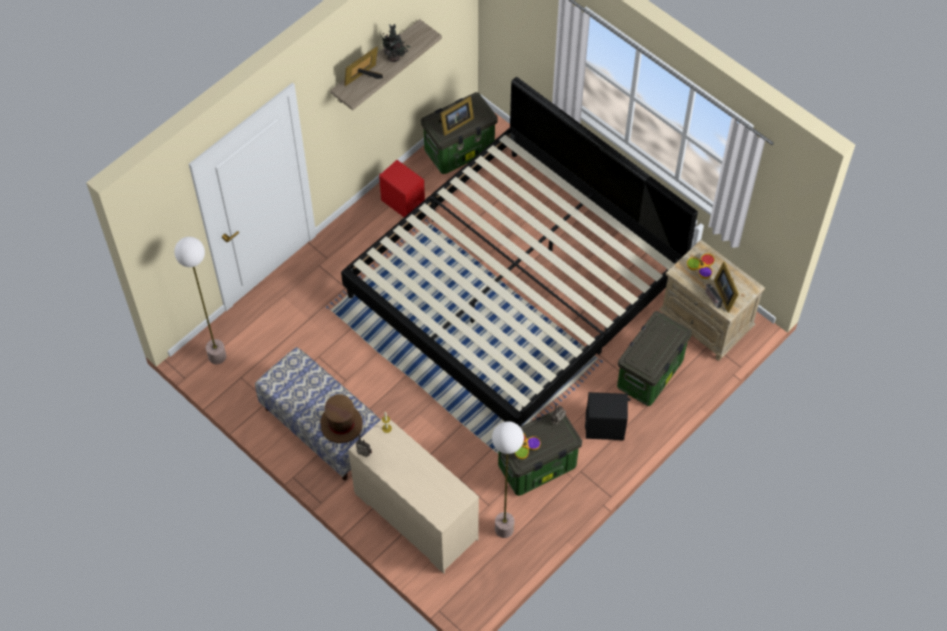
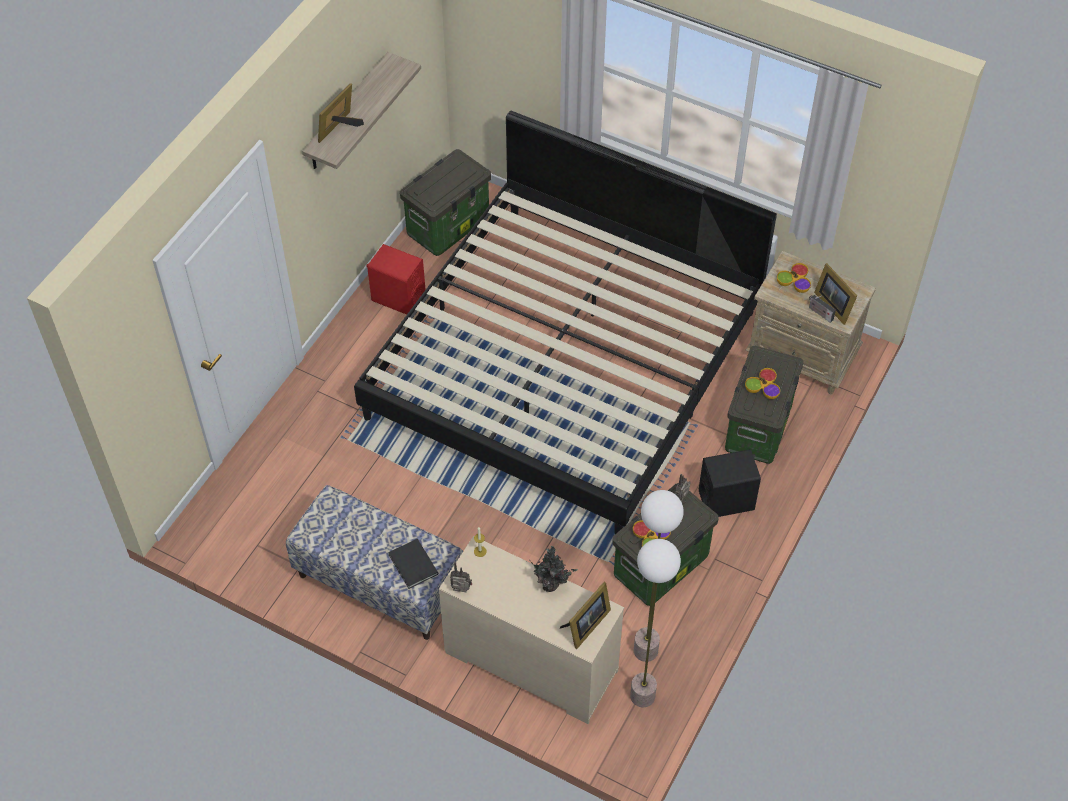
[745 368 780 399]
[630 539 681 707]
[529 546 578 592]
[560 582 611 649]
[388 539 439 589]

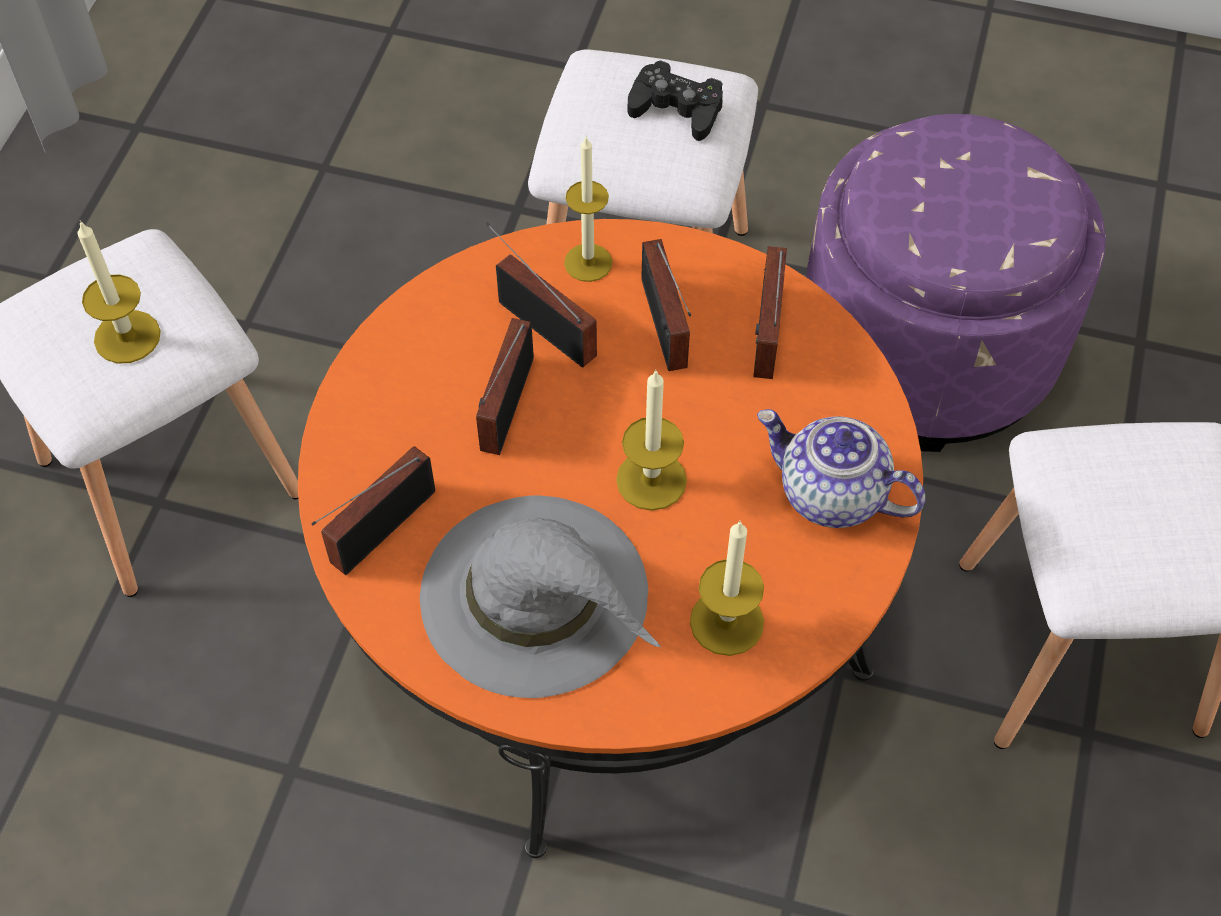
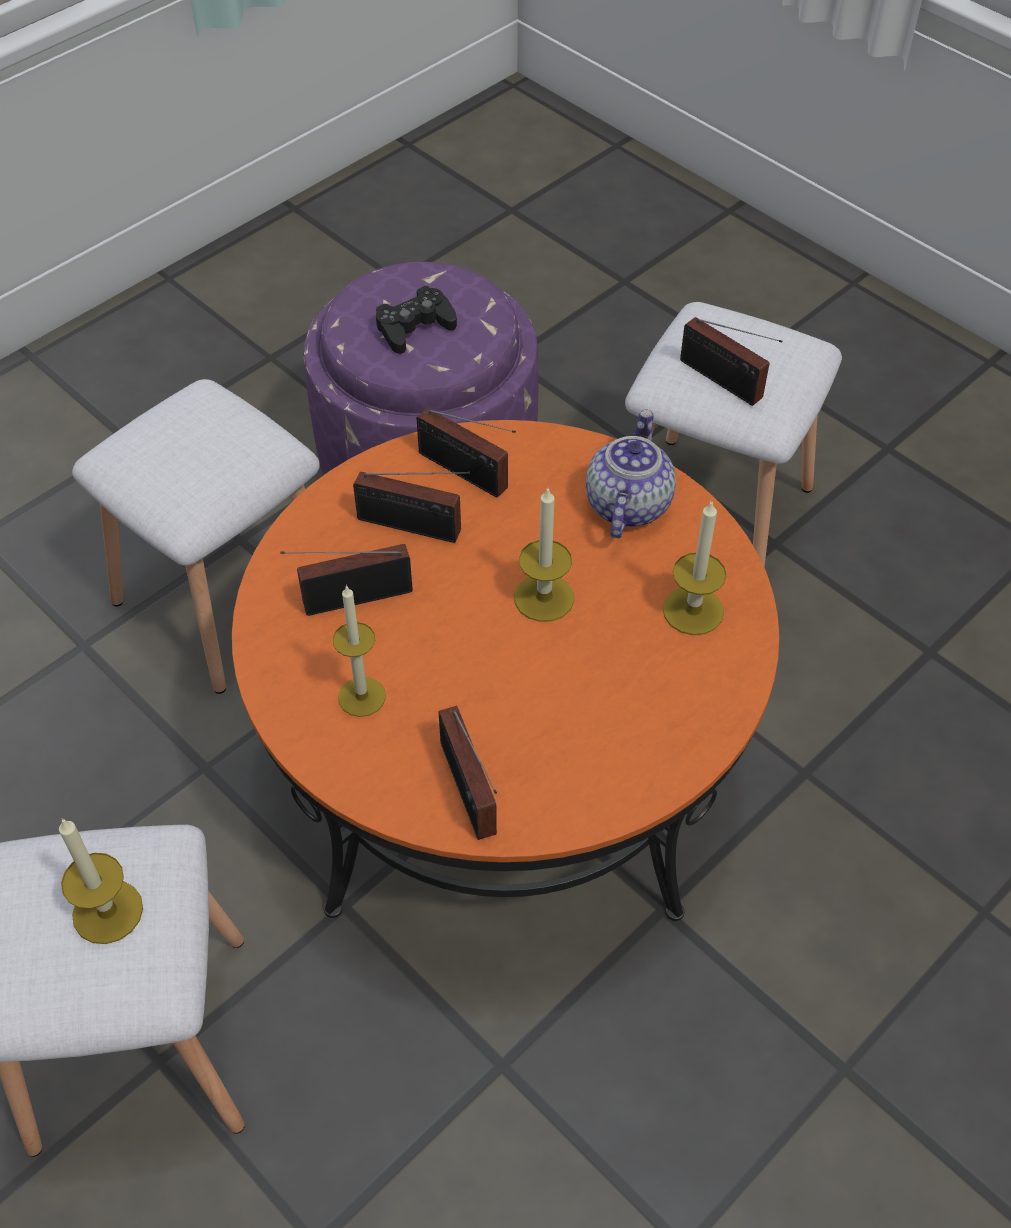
[420 495 661 698] (first image)
[680 317 783 406]
[333 585 386 717]
[376 286 457 354]
[586 409 676 538]

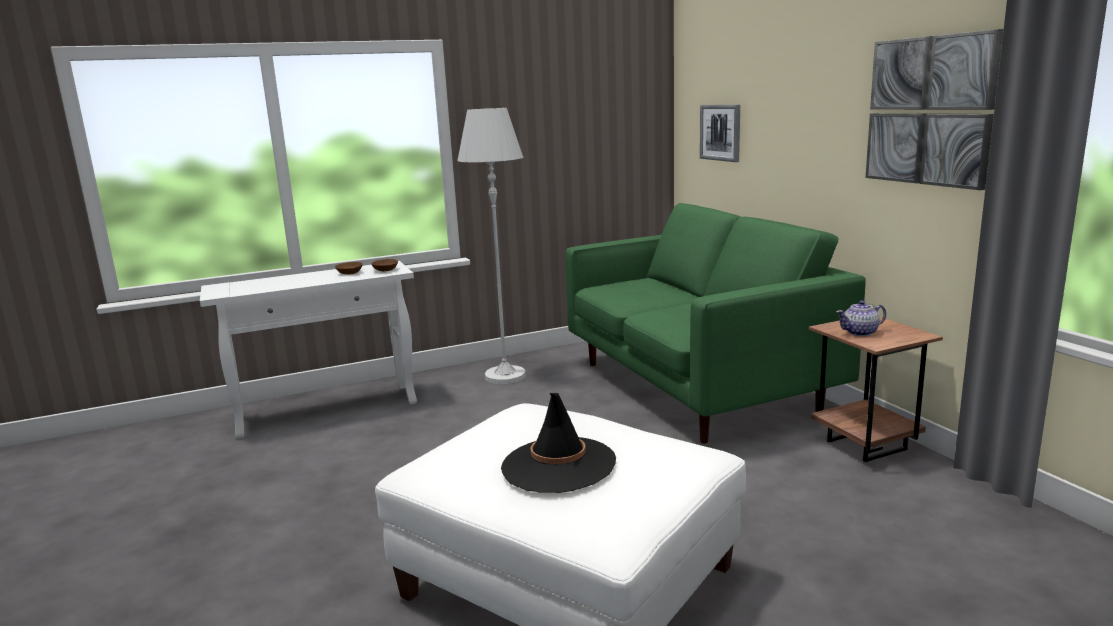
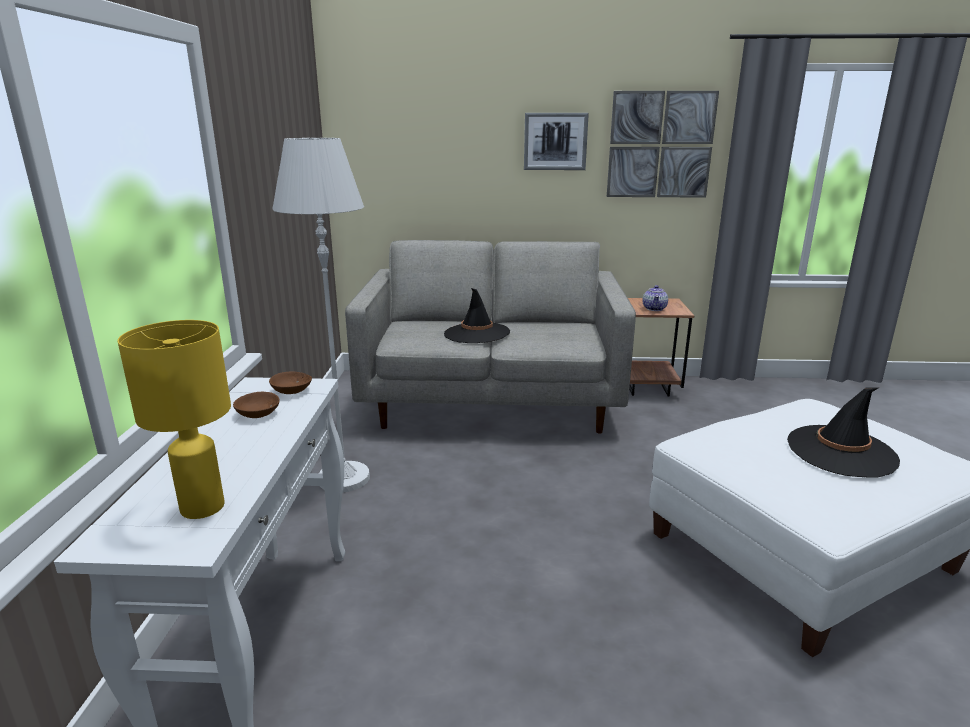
[117 320 231 519]
[444 288 510 343]
[524 113 589 170]
[345 240 636 433]

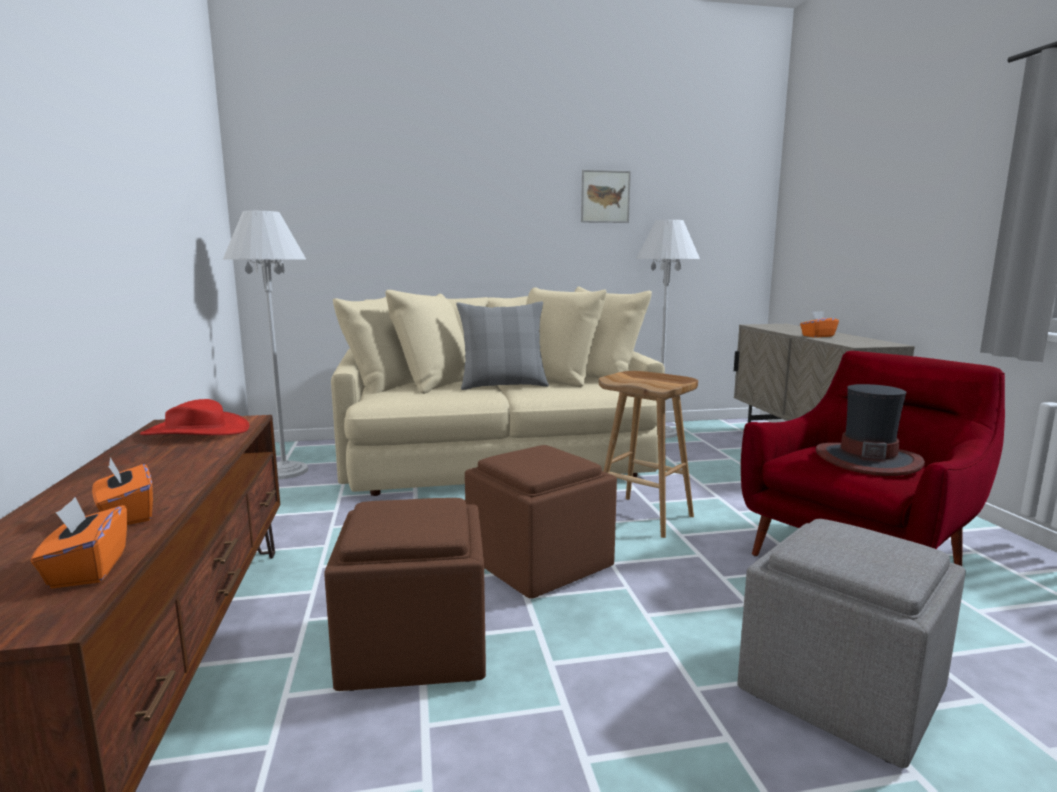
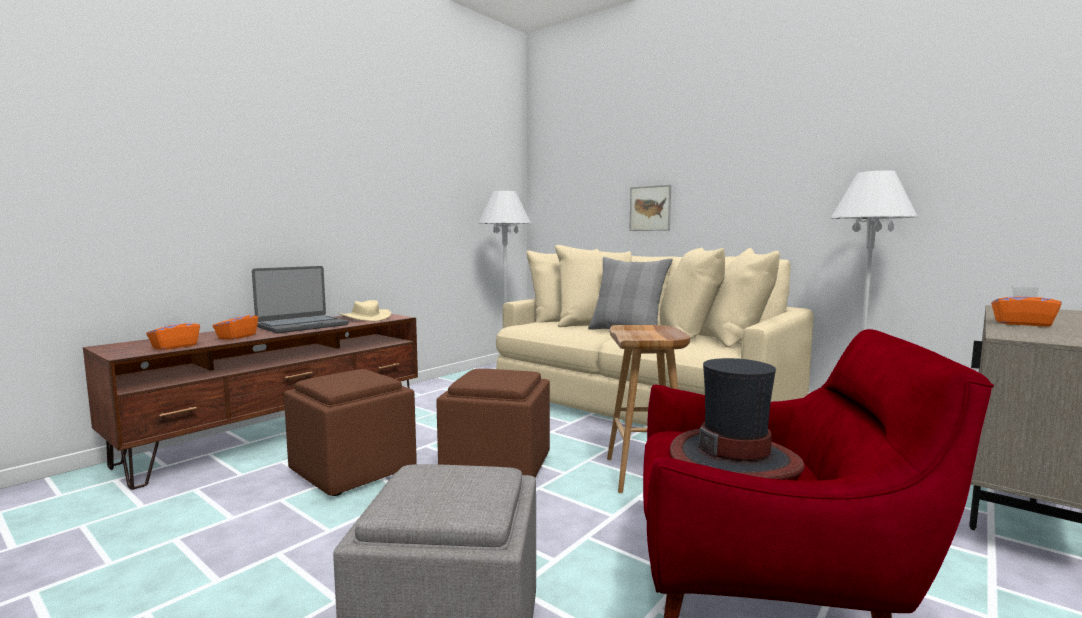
[252 266 348 333]
[629 185 671 231]
[339 300 391 321]

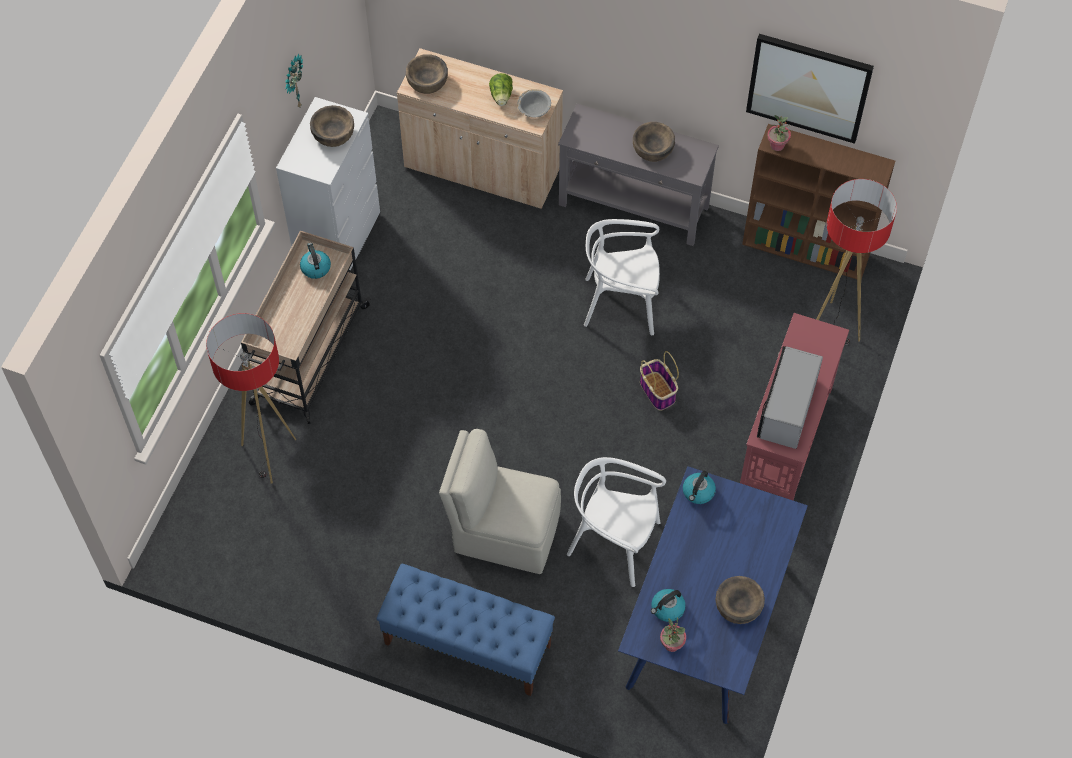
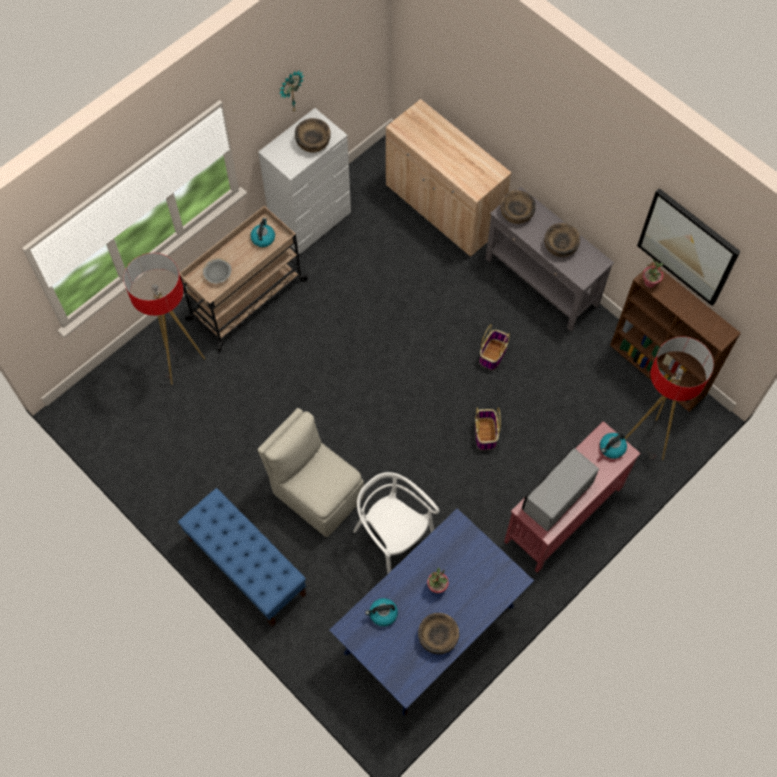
[489 73 513 106] (first image)
[500 190 536 224]
[203 258 231 284]
[427 567 449 593]
[600 433 627 459]
[479 324 510 370]

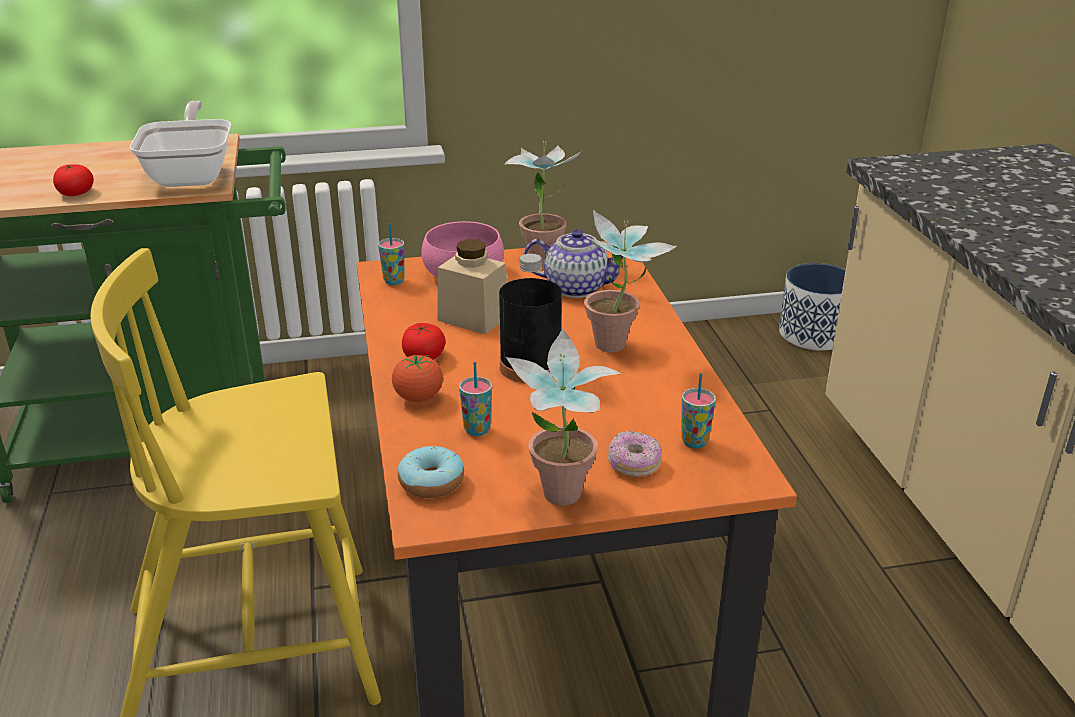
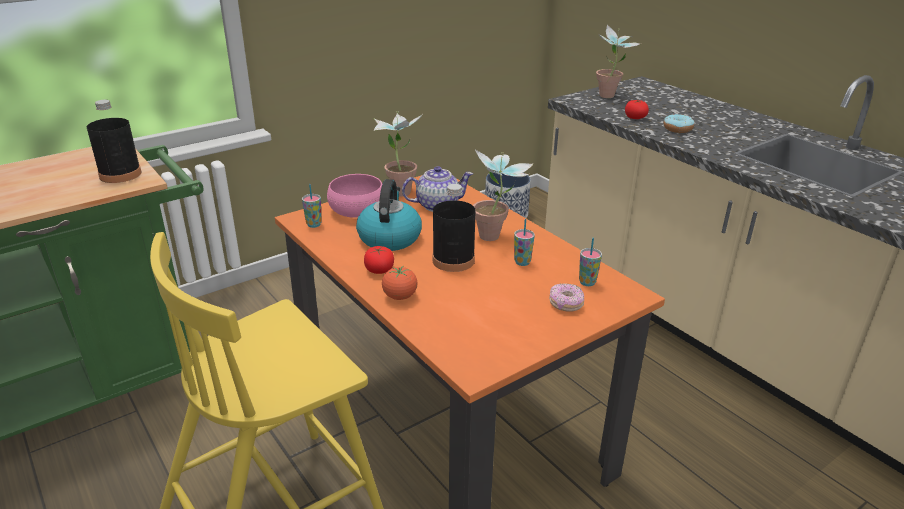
[625 100 649 119]
[663 114 694 133]
[514 219 535 266]
[596 25 642 98]
[87 100 141 183]
[356 179 422 251]

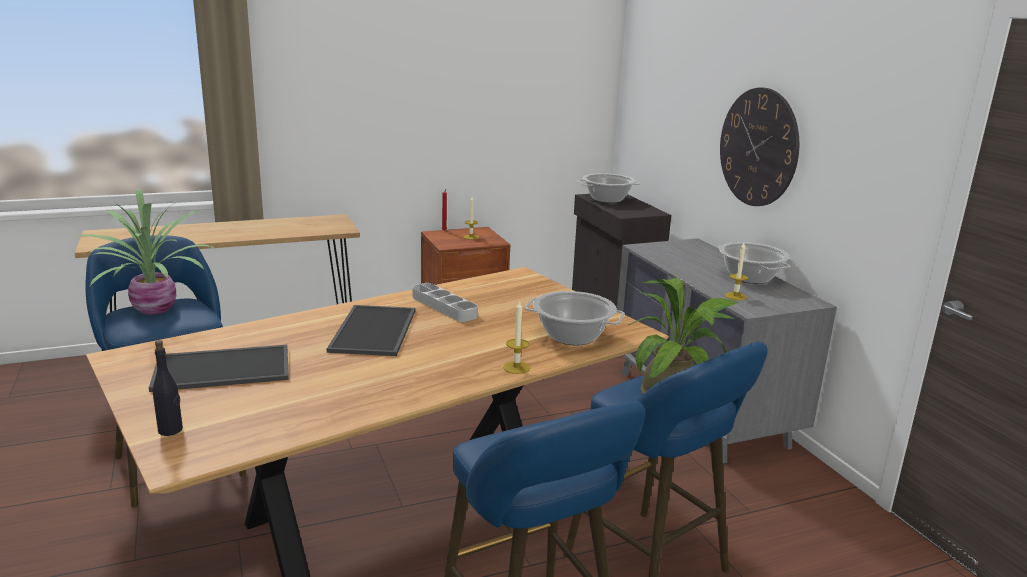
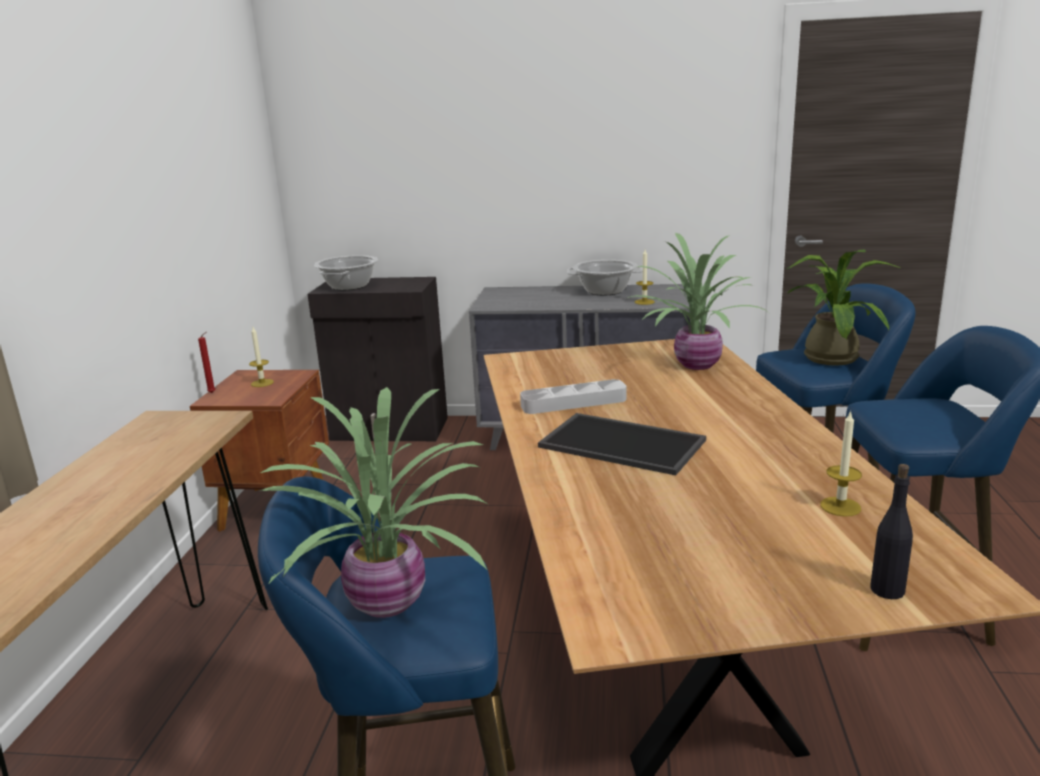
[149 345 289 392] (first image)
[720 88 799 206] (first image)
[820 410 862 517]
[627 233 769 370]

